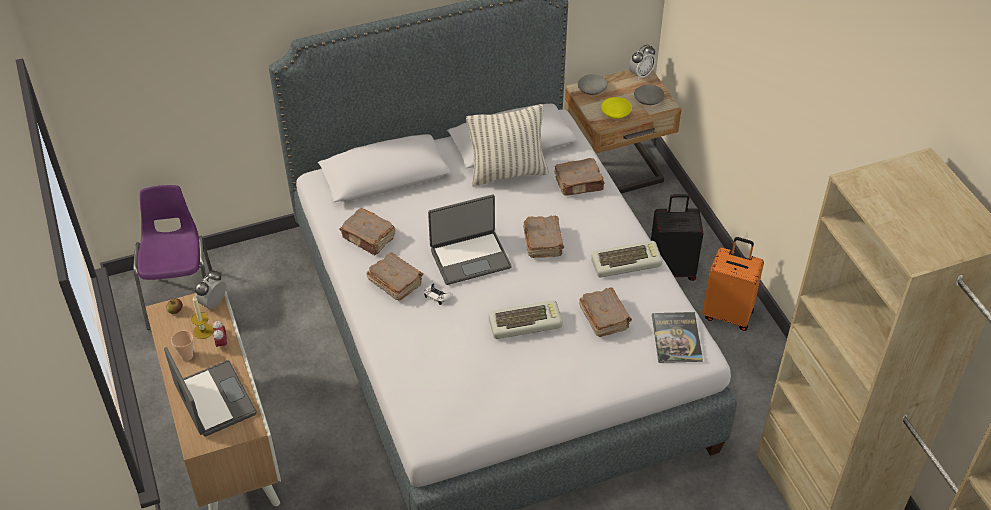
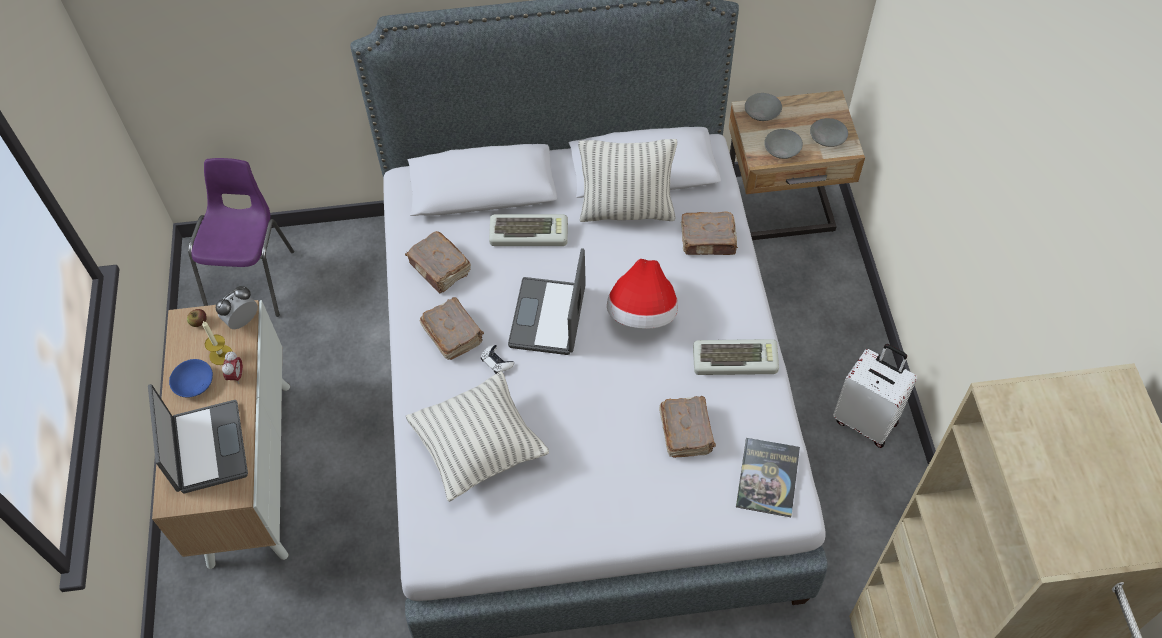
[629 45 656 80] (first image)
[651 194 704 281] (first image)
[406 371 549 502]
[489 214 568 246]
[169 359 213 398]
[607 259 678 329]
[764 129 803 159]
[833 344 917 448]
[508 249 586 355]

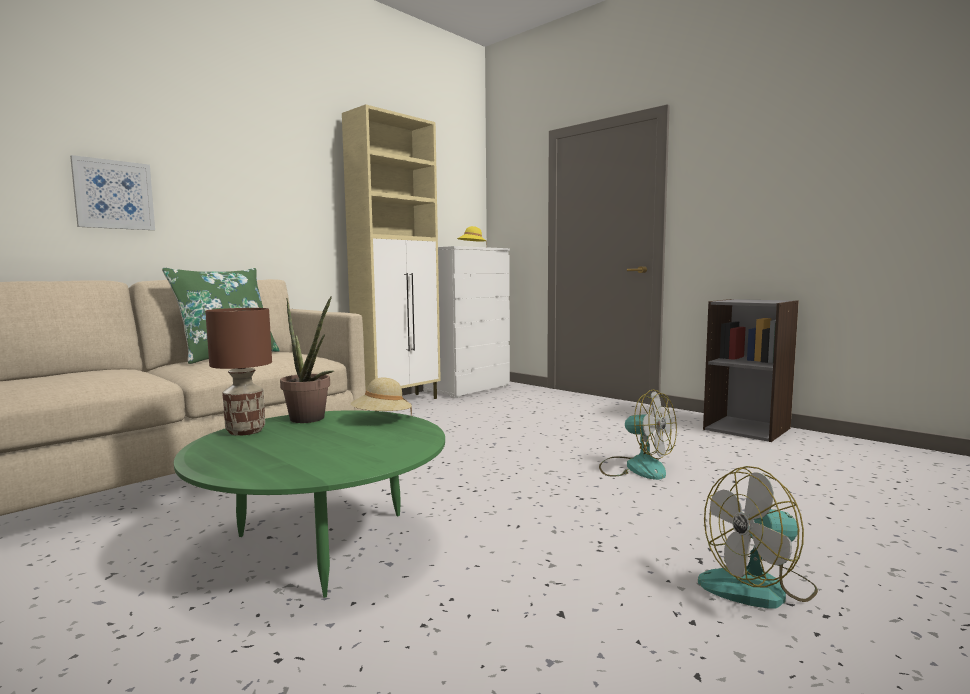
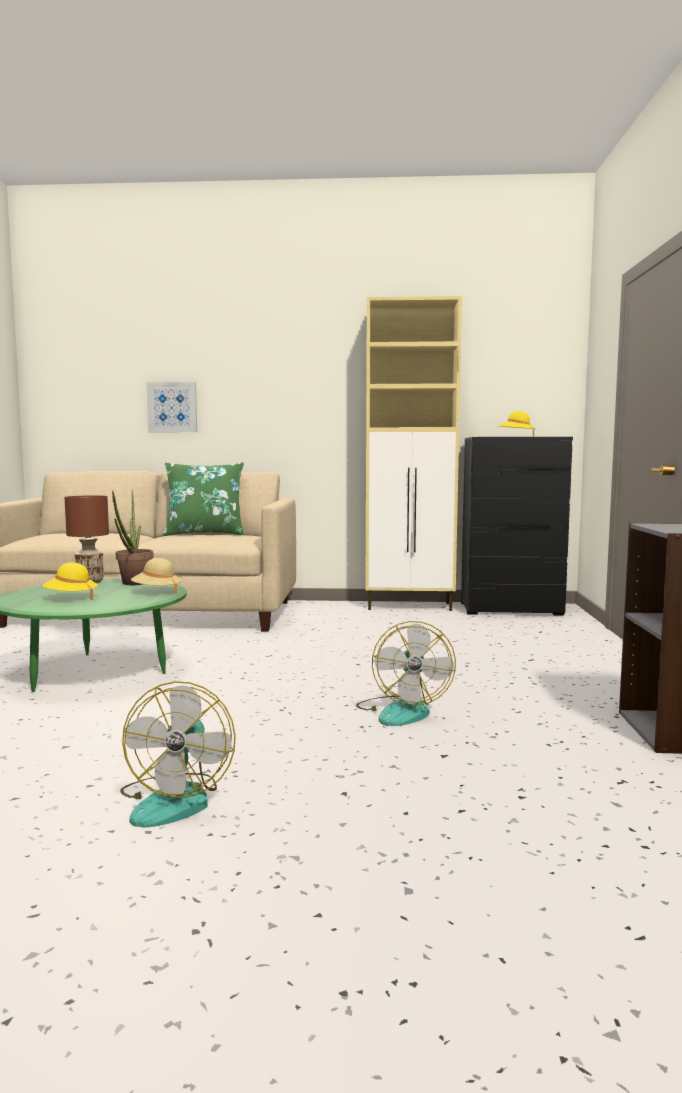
[43 563 98 600]
[461 437 573 616]
[120 681 236 827]

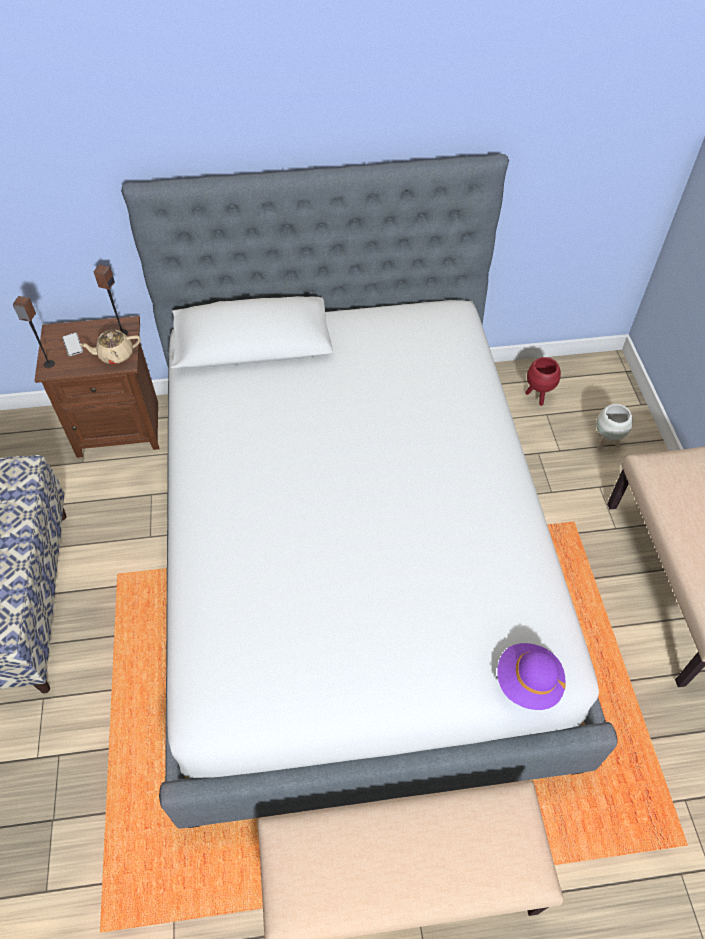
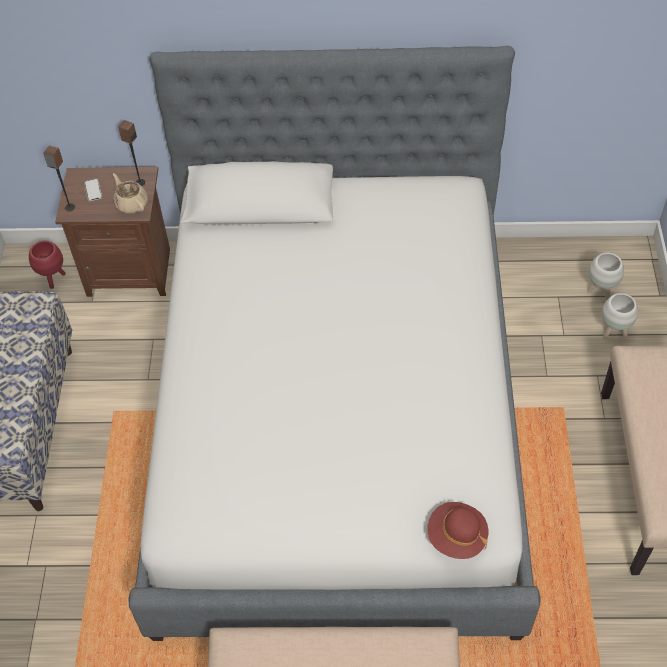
[587 253 624 300]
[29 241 66 289]
[427 502 488 559]
[113 173 148 213]

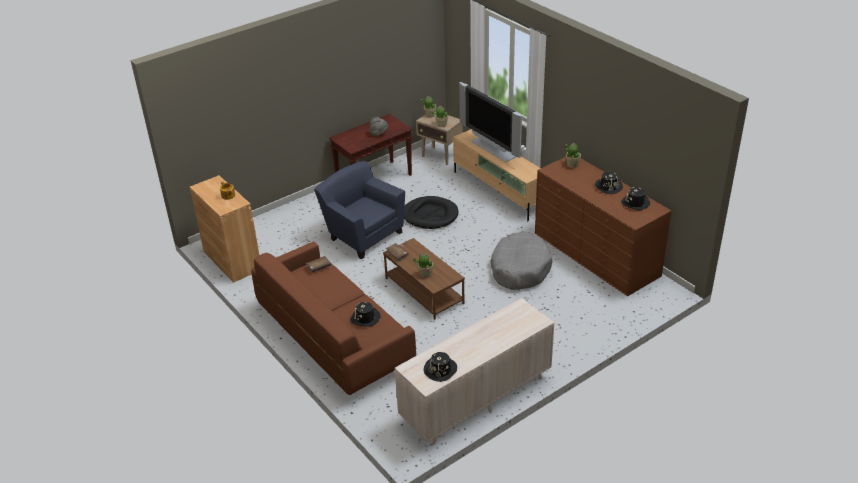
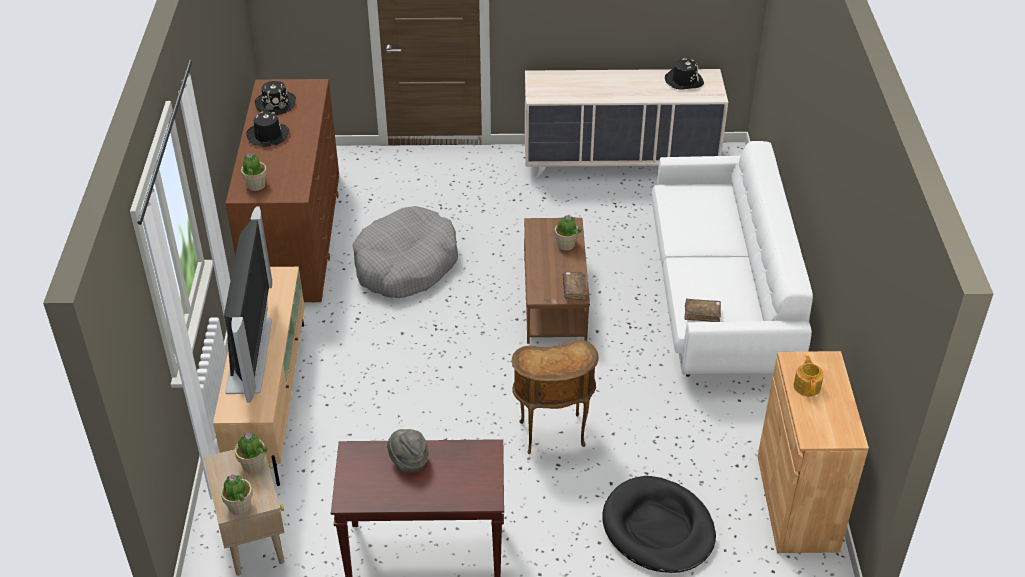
[351 302 381 327] (first image)
[602 476 716 573]
[512 339 599 454]
[651 141 813 377]

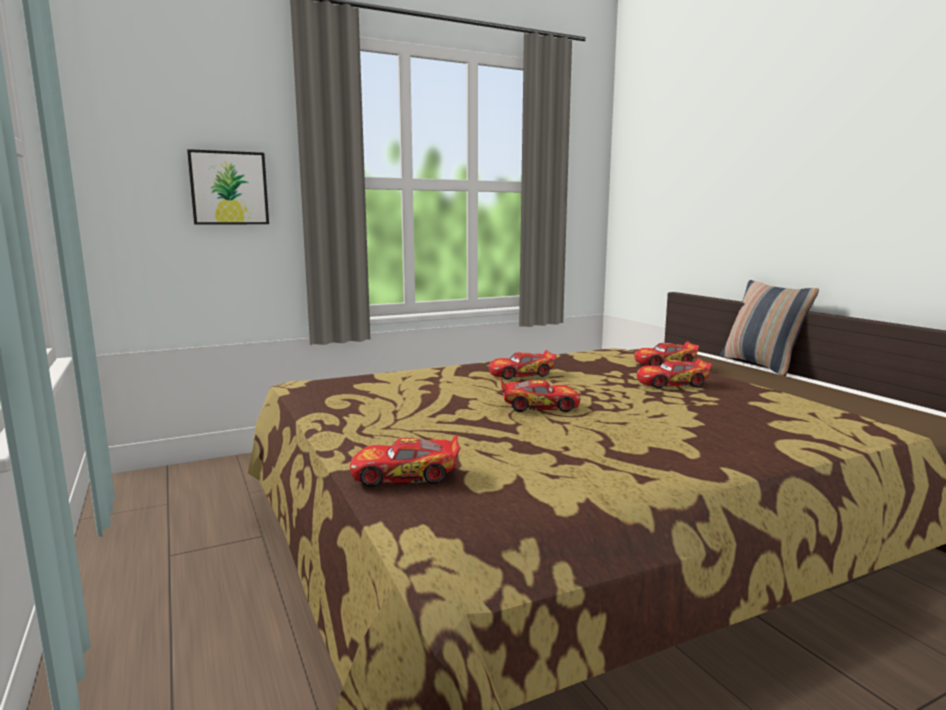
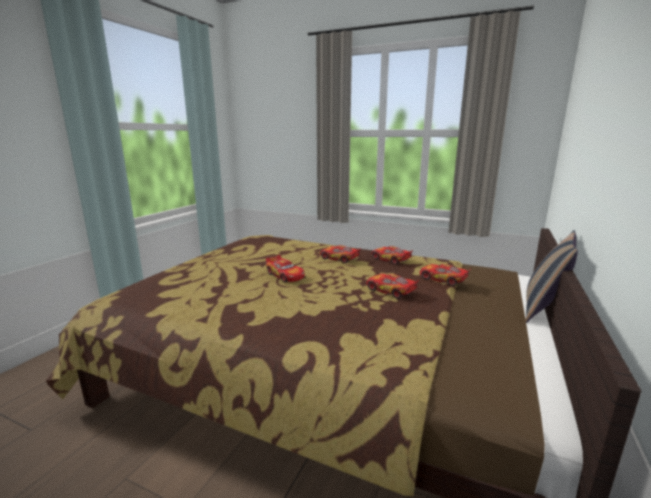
[187 149 269 225] (first image)
[372 246 413 265]

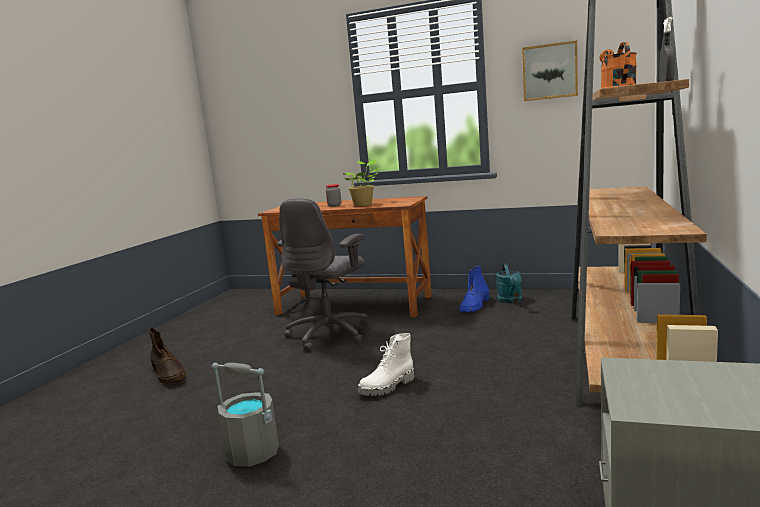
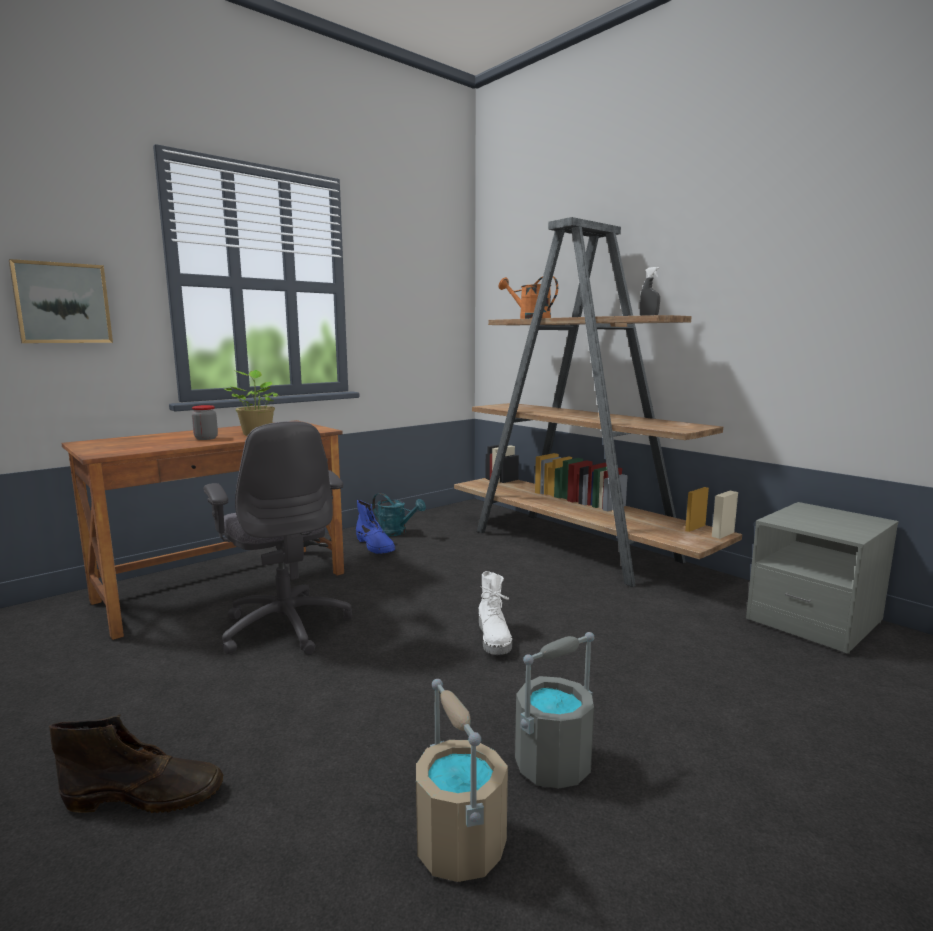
[416 679 508 882]
[9 259 113 343]

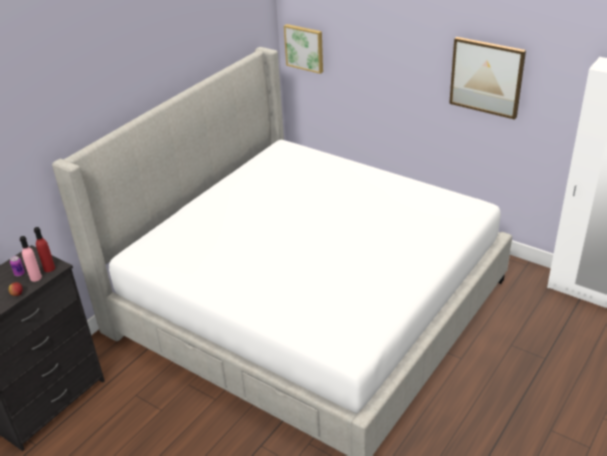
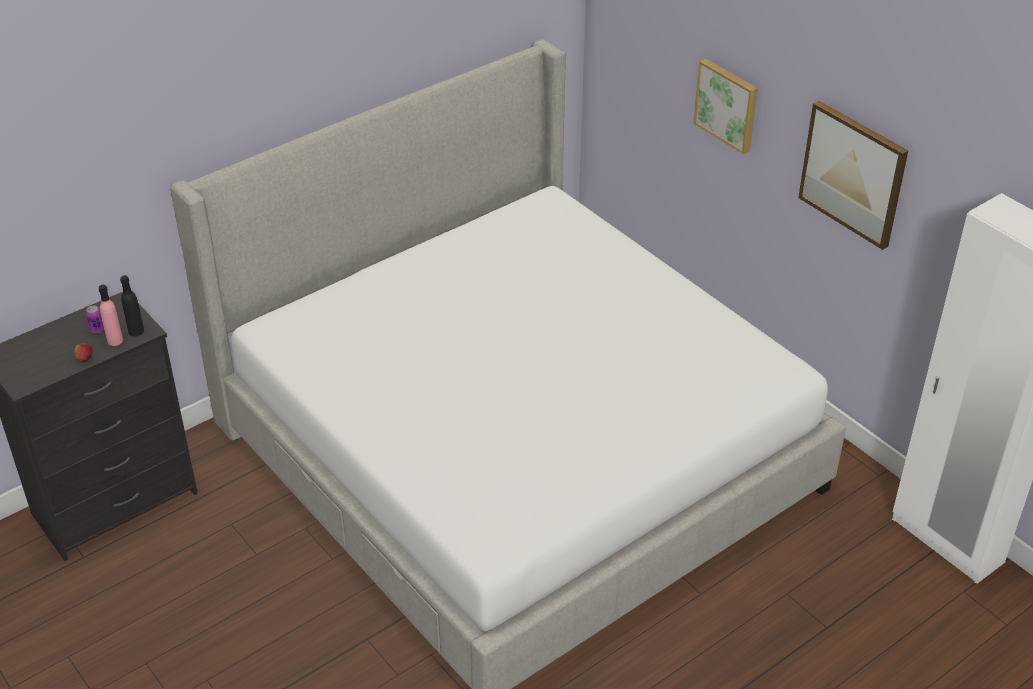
[693 58 758 155]
[120 275 144 336]

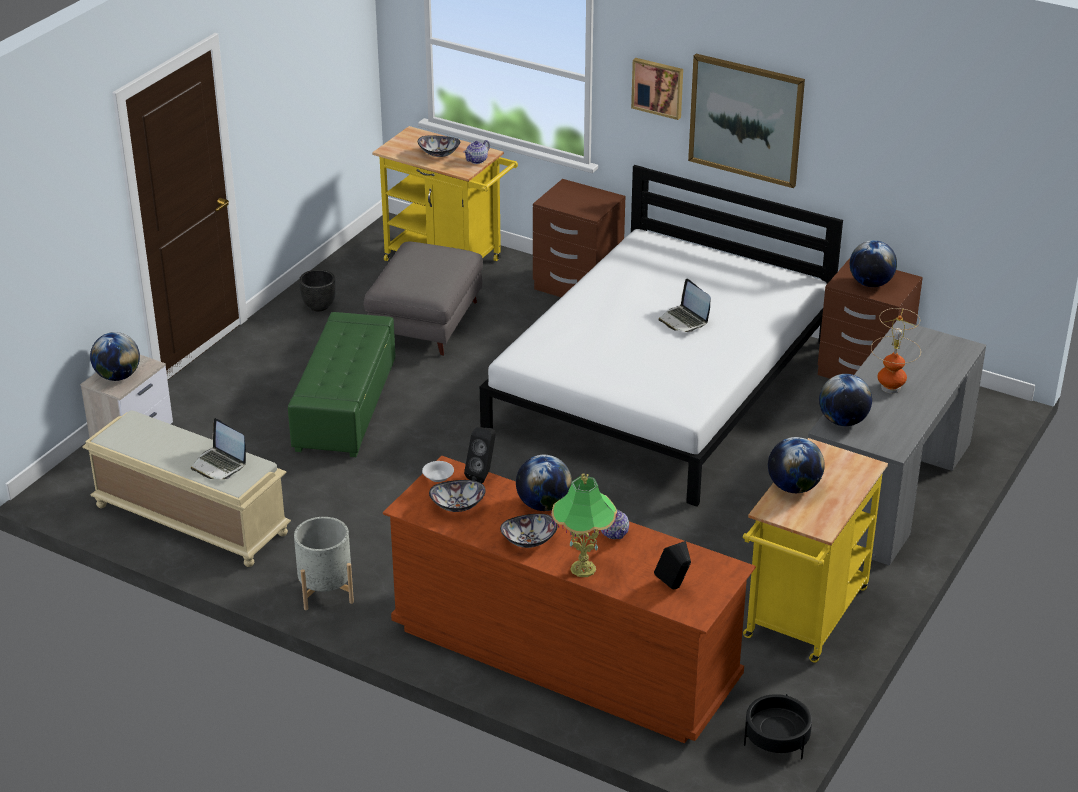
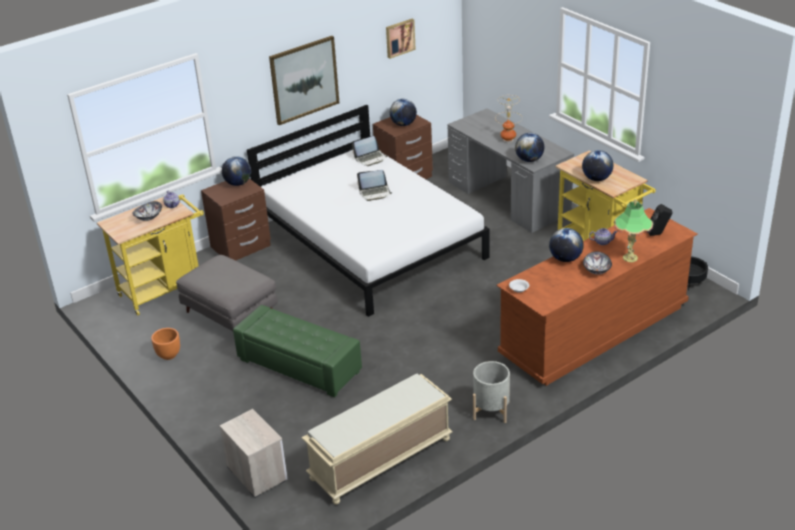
[429 480 486 512] (first image)
[464 427 496 483] (first image)
[222 156 251 186]
[352 136 387 166]
[386 19 416 59]
[151 328 180 360]

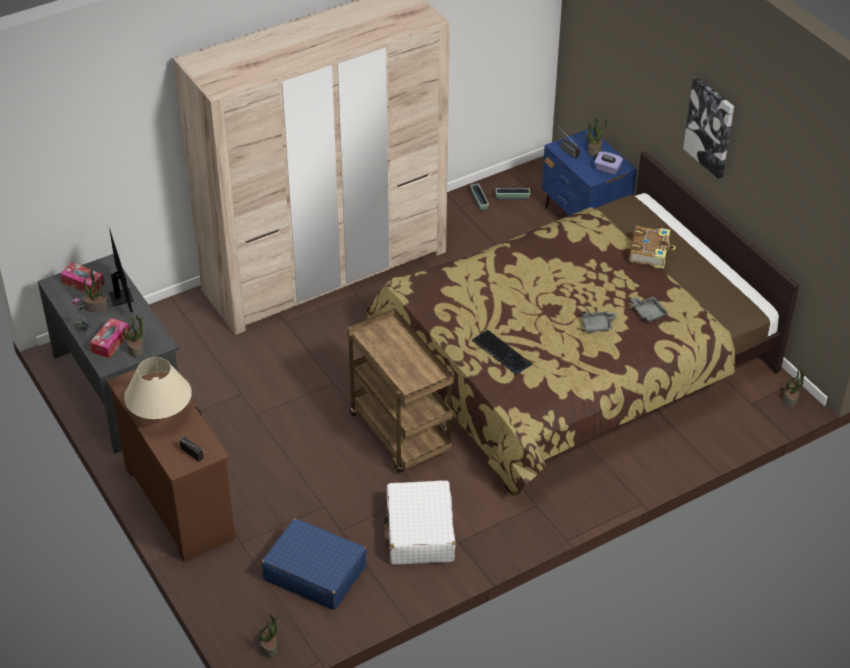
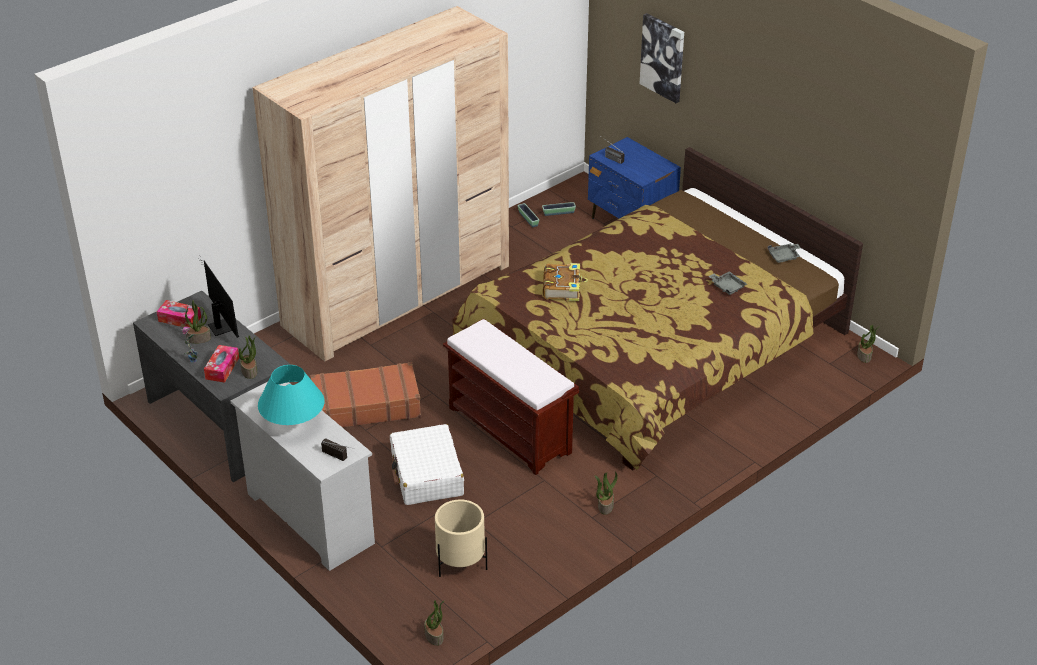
[472 329 532 375] (first image)
[594 151 623 175] (first image)
[310 362 421 427]
[390 424 464 505]
[768 244 801 263]
[595 471 618 515]
[543 263 588 301]
[640 13 684 103]
[435 499 487 577]
[443 319 579 475]
[230 382 375 571]
[258 365 325 425]

